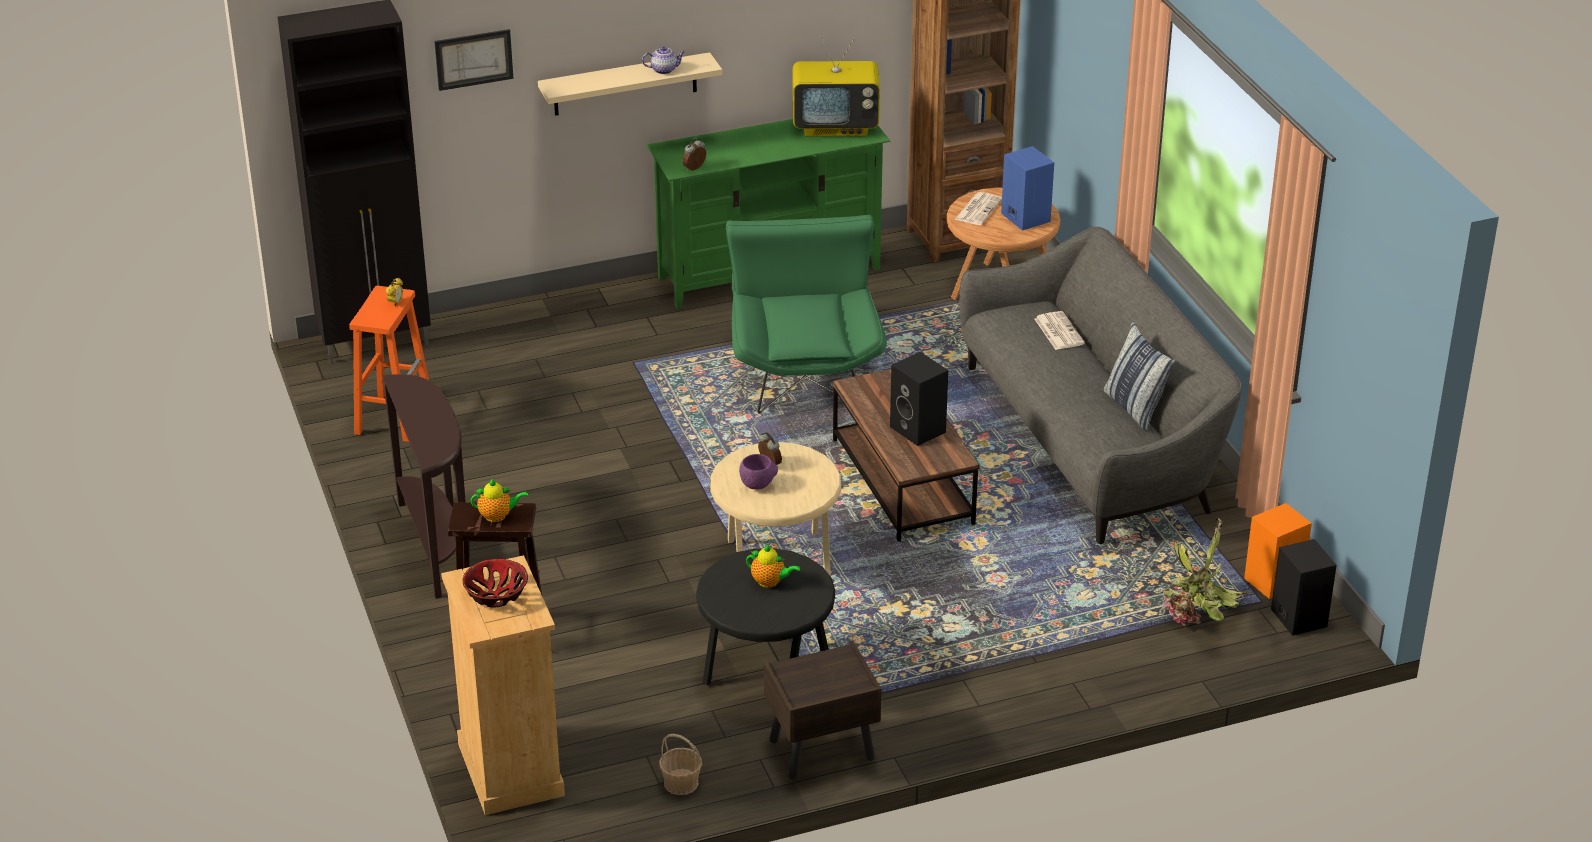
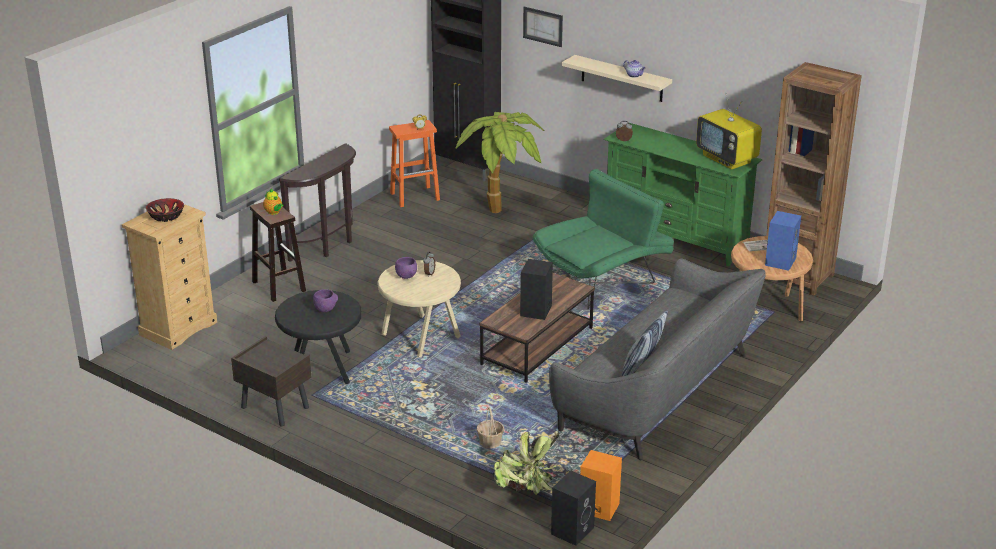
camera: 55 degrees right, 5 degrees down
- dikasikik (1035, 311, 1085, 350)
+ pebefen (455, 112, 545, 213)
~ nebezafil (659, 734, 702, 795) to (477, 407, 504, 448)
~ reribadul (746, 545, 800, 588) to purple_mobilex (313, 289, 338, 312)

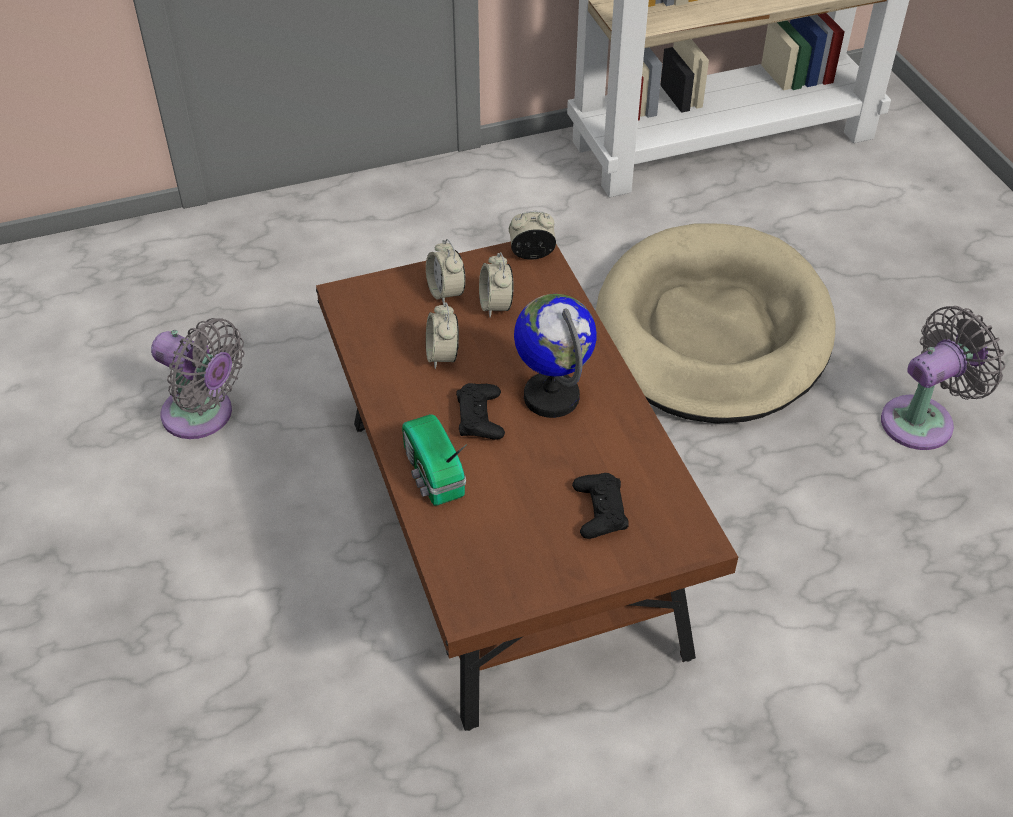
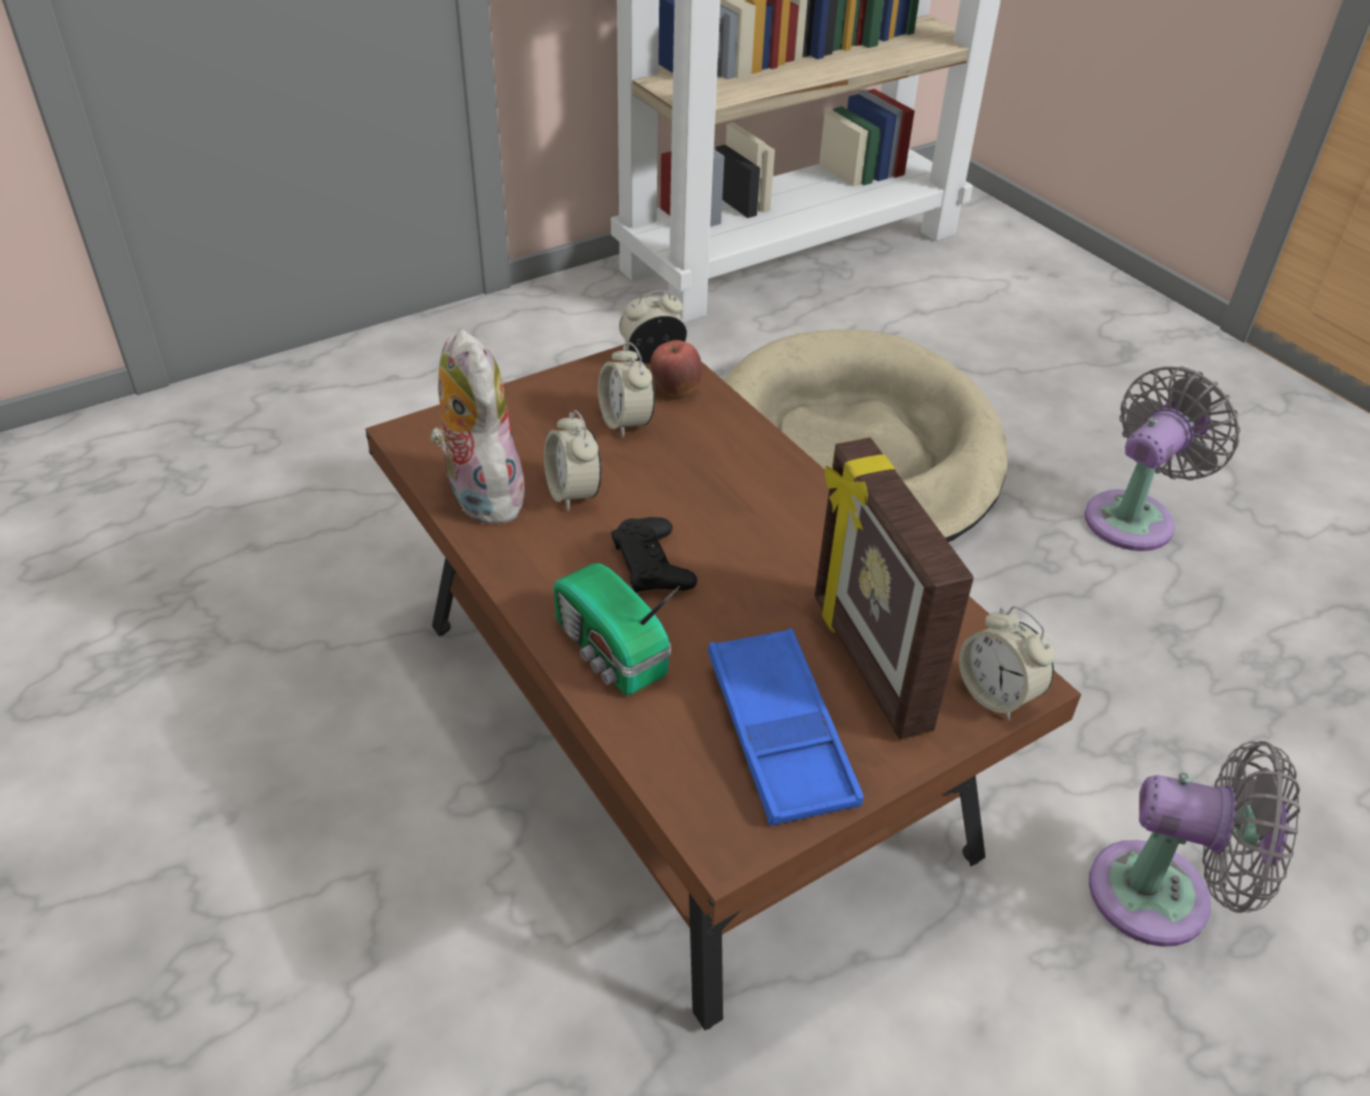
camera: 15 degrees left, 5 degrees down
- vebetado (514, 294, 597, 418)
+ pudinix (430, 329, 526, 524)
+ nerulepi (650, 340, 702, 396)
+ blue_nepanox (708, 628, 864, 826)
~ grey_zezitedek (151, 318, 244, 439) to (1089, 741, 1300, 947)
~ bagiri (426, 239, 466, 303) to (959, 606, 1055, 720)
~ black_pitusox (572, 473, 628, 539) to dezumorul (814, 437, 974, 740)

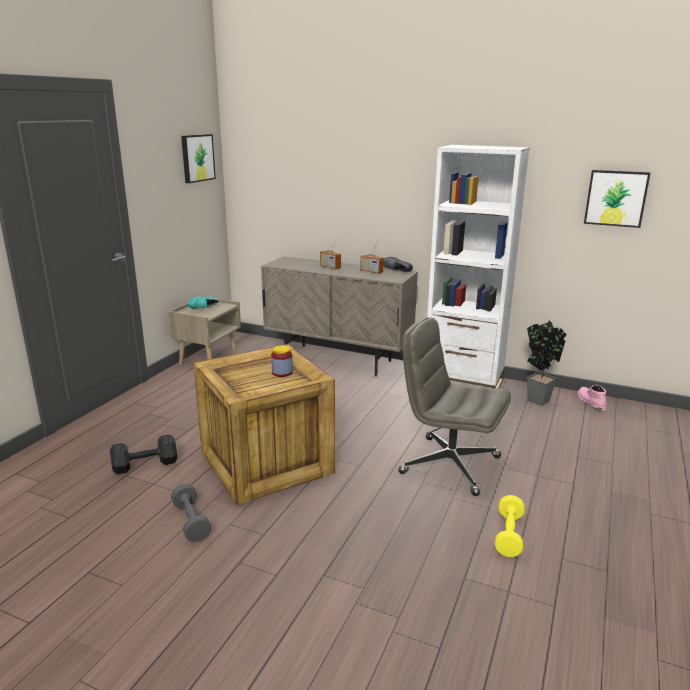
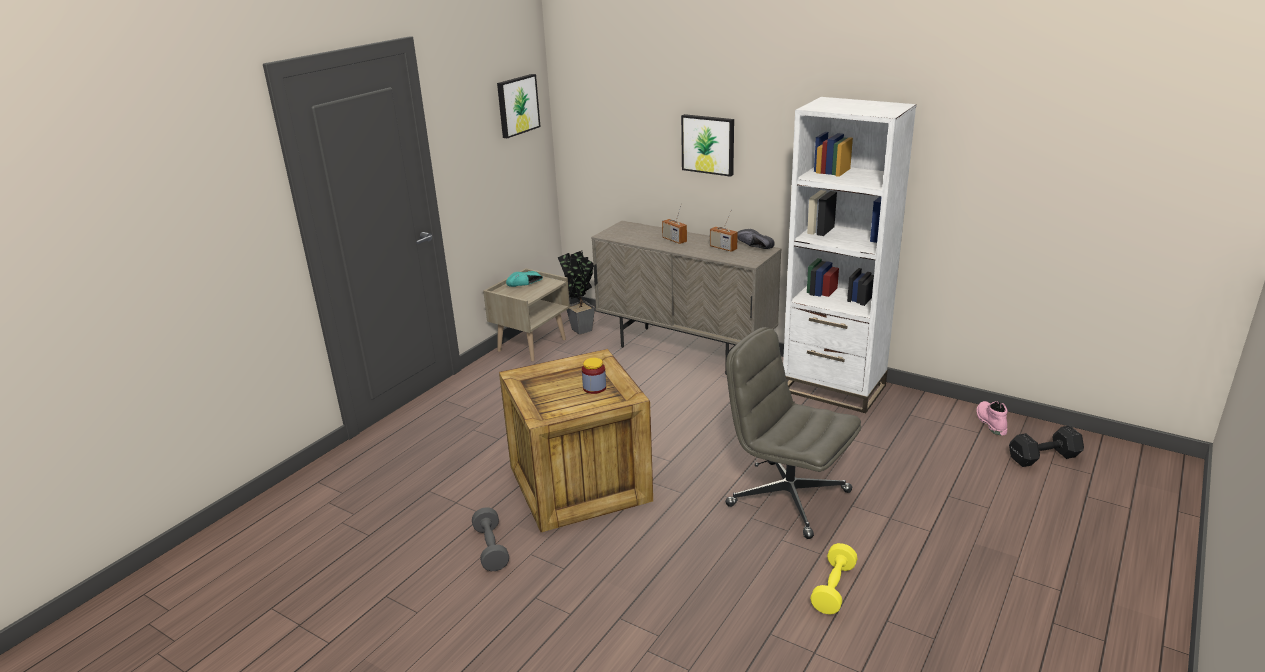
camera: 10 degrees right, 5 degrees up
~ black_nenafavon (110, 435, 177, 474) to (1009, 425, 1084, 467)
~ pebefen (527, 320, 567, 406) to (558, 251, 595, 335)
~ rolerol (584, 170, 650, 228) to (681, 114, 734, 177)

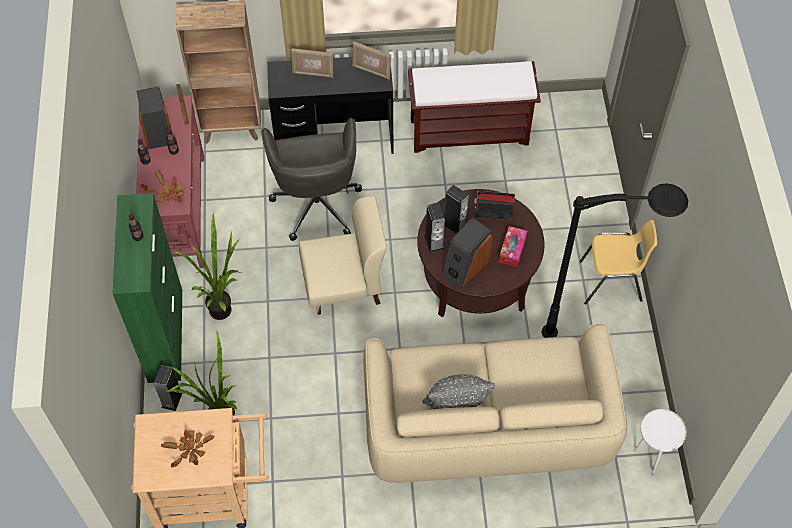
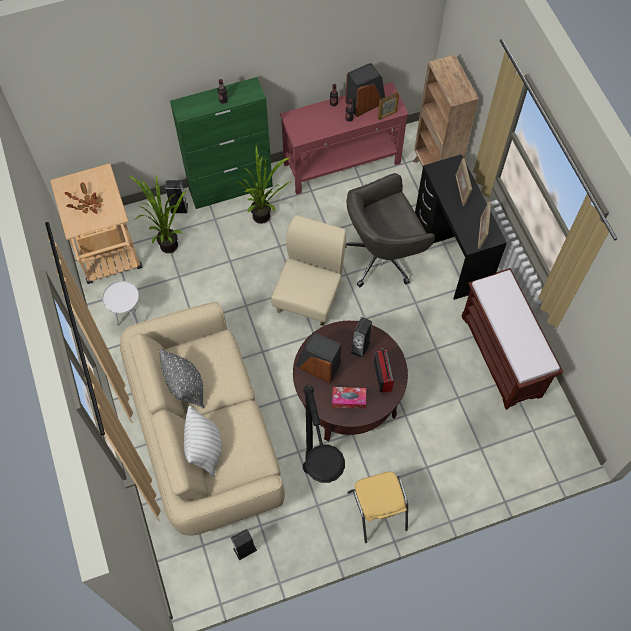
camera: 75 degrees right, 5 degrees up
- pebefen (140, 171, 185, 205)
+ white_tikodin (184, 406, 221, 477)
~ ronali (424, 203, 445, 253) to (231, 529, 257, 561)
~ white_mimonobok (634, 409, 687, 474) to (102, 281, 139, 326)
~ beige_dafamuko (299, 196, 387, 315) = (271, 215, 346, 326) 135 degrees counterclockwise

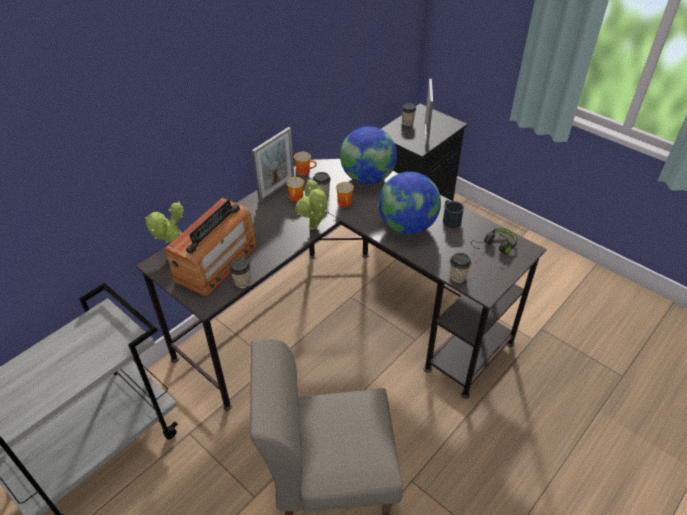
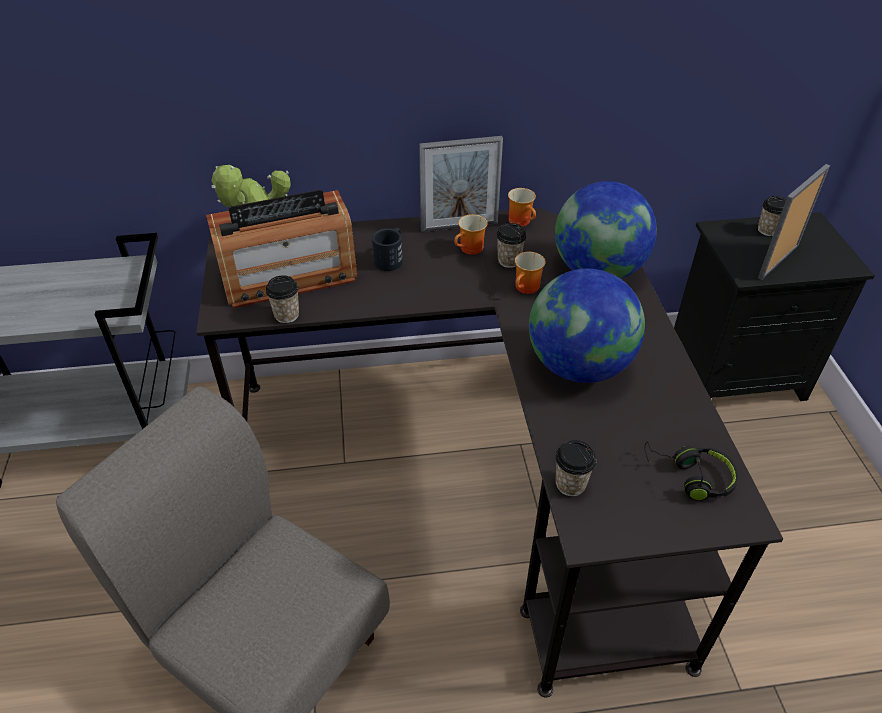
camera: 40 degrees right, 0 degrees up
- pebefen (295, 179, 327, 230)
~ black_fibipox (443, 200, 464, 228) to (372, 228, 403, 271)

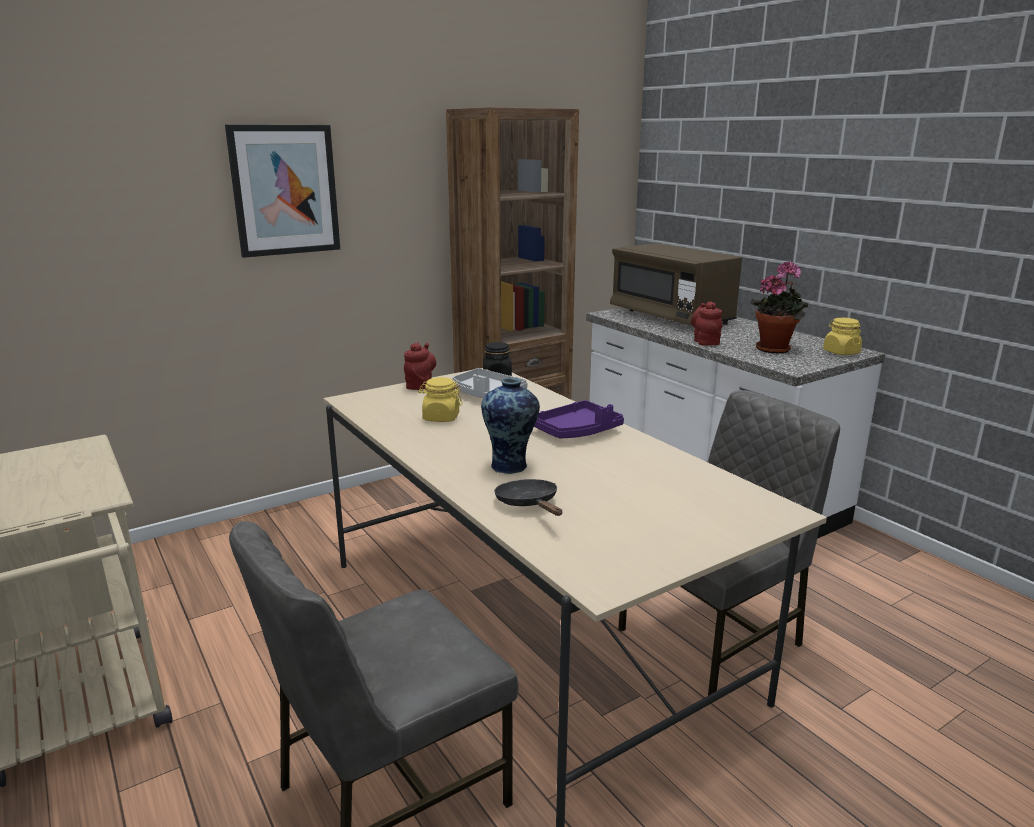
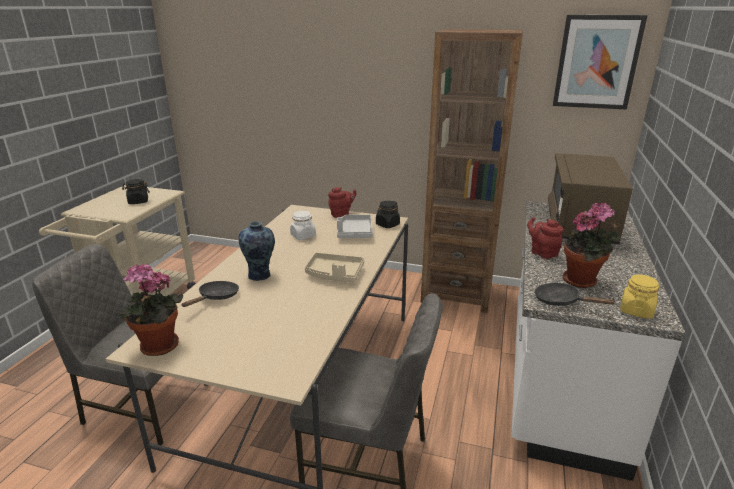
camera: 50 degrees right, 5 degrees up
+ pebefen (117, 264, 183, 356)
+ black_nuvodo (122, 179, 150, 204)
+ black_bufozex (534, 283, 616, 306)
~ rolerol (225, 124, 340, 258) to (553, 15, 648, 110)
~ yellow_nuvodo (418, 377, 462, 422) to white_nuvodo (290, 211, 316, 240)
~ purple_nepanox (534, 400, 624, 438) to beige_nepanox (305, 253, 364, 282)
~ red_reribadul (691, 301, 722, 346) = (527, 217, 564, 259) 75 degrees counterclockwise

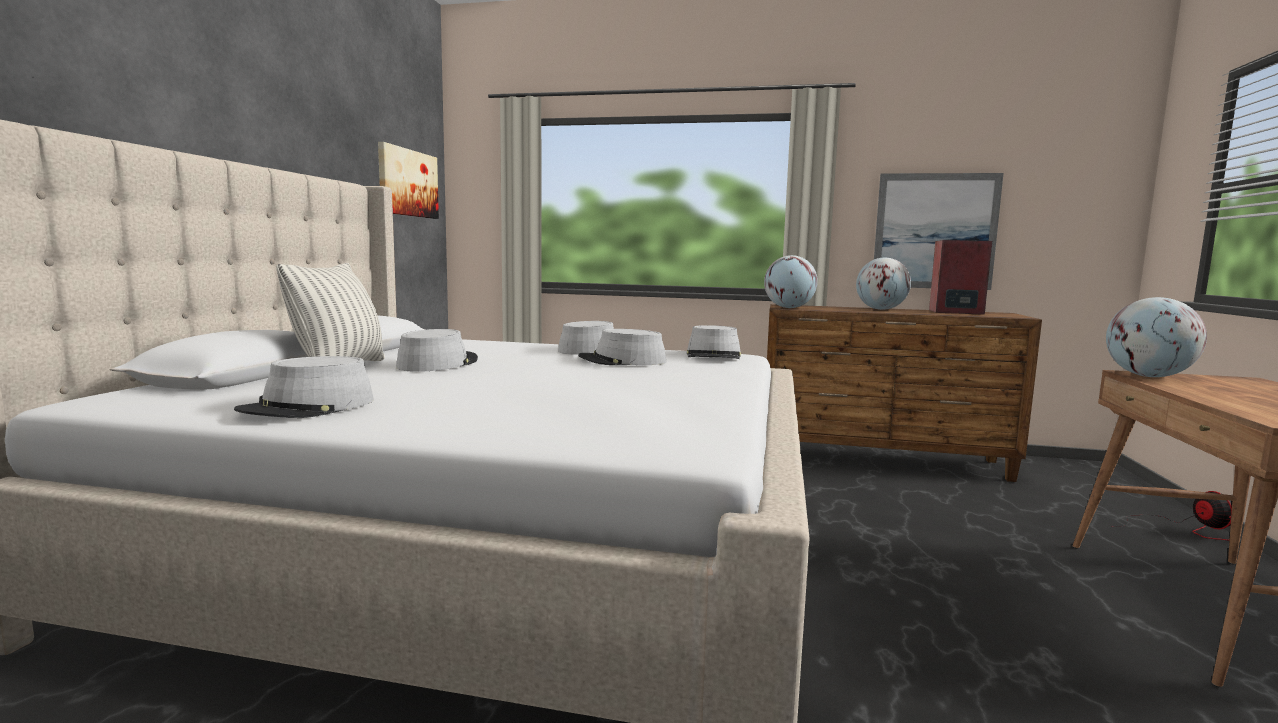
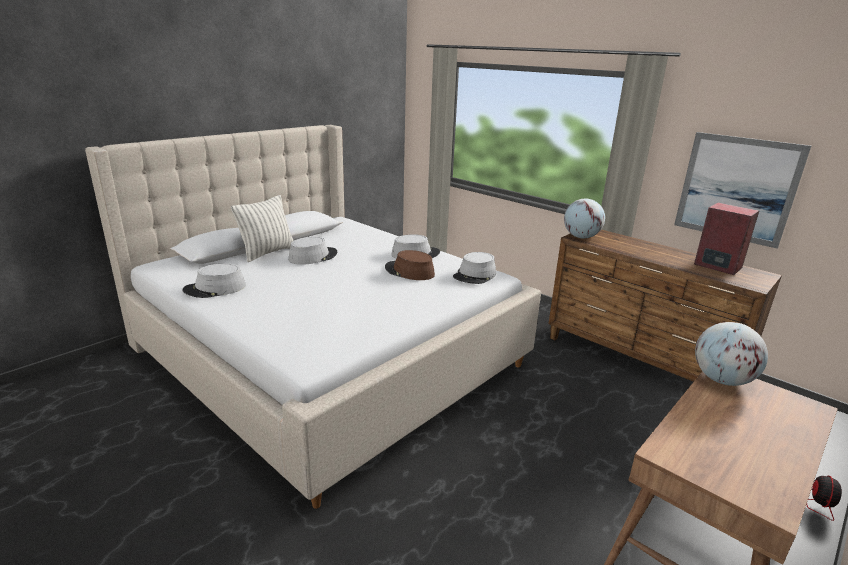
camera: 30 degrees right, 15 degrees up
- rolerol (378, 142, 439, 219)
- vebetado (856, 257, 911, 310)
~ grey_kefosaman (578, 329, 666, 365) to brown_kefosaman (385, 250, 435, 280)

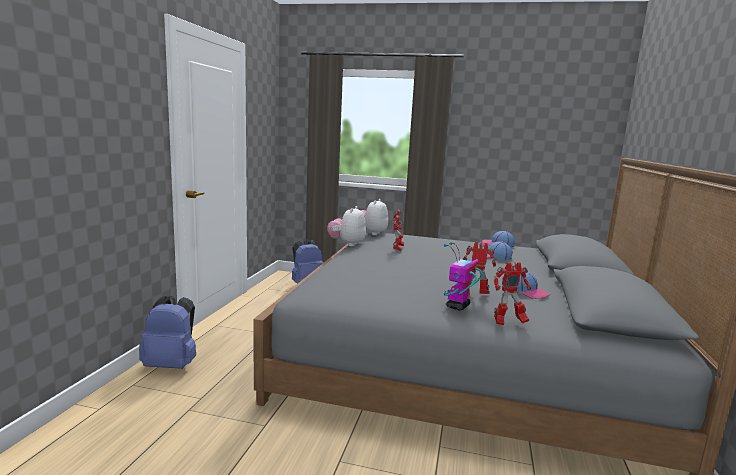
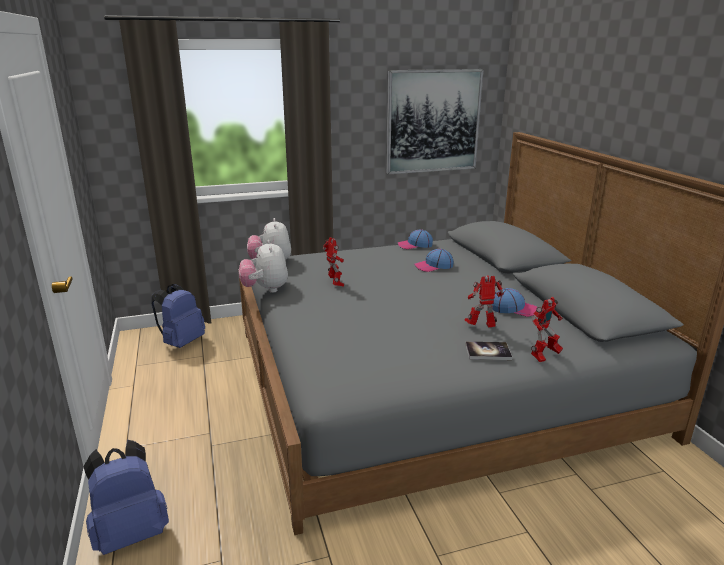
camera: 30 degrees left, 10 degrees up
+ rolerol (386, 69, 484, 174)
~ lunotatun (444, 242, 482, 310) to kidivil (465, 342, 512, 360)

